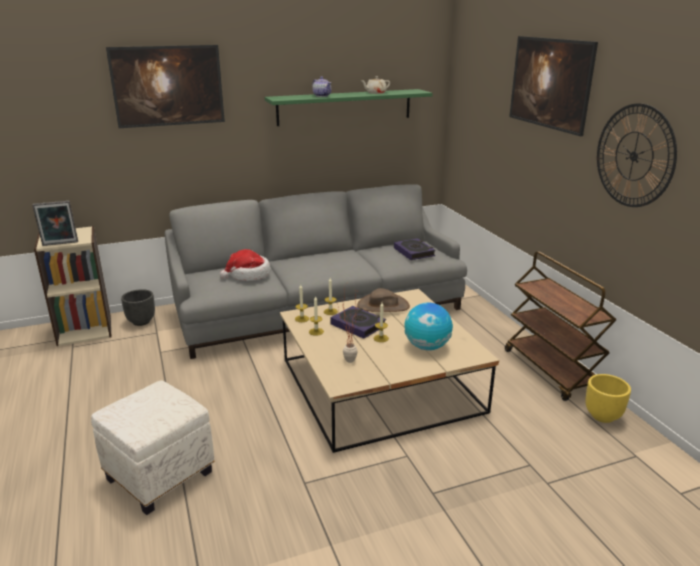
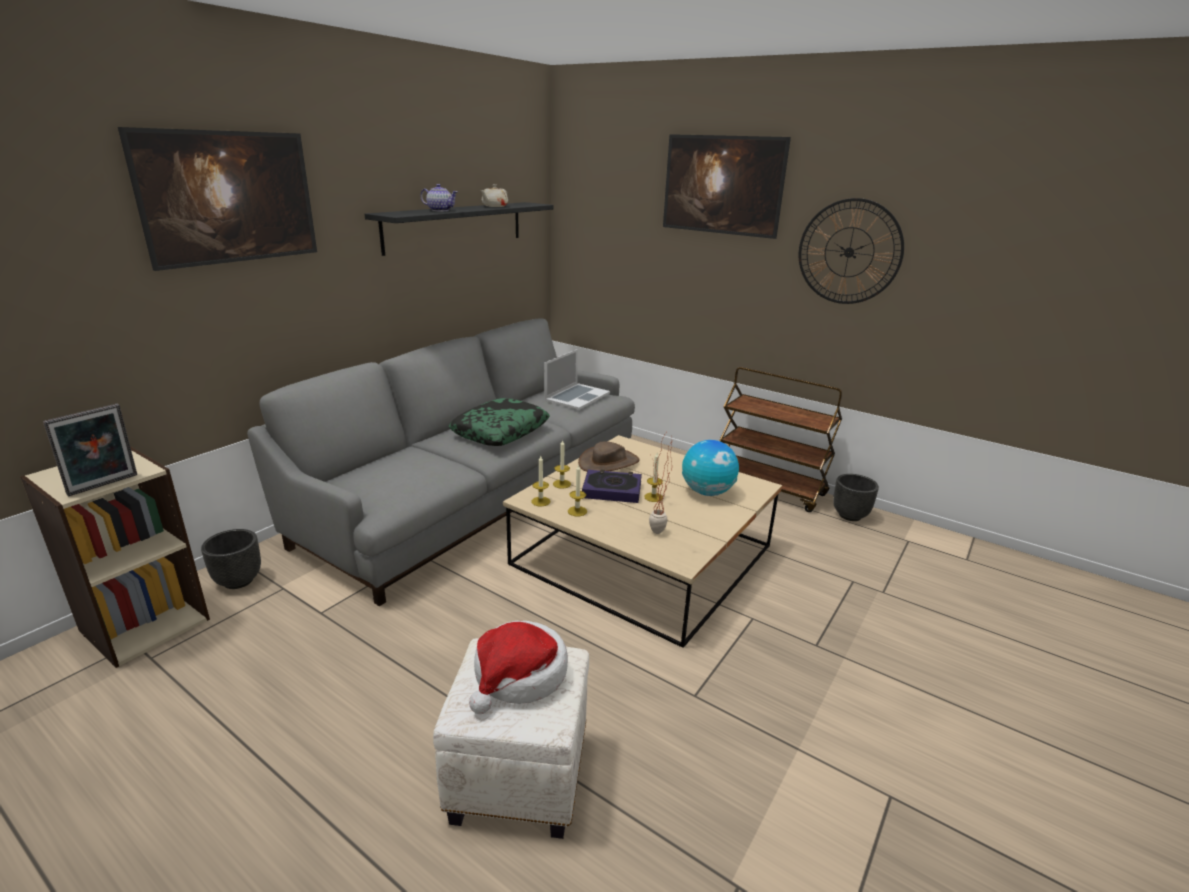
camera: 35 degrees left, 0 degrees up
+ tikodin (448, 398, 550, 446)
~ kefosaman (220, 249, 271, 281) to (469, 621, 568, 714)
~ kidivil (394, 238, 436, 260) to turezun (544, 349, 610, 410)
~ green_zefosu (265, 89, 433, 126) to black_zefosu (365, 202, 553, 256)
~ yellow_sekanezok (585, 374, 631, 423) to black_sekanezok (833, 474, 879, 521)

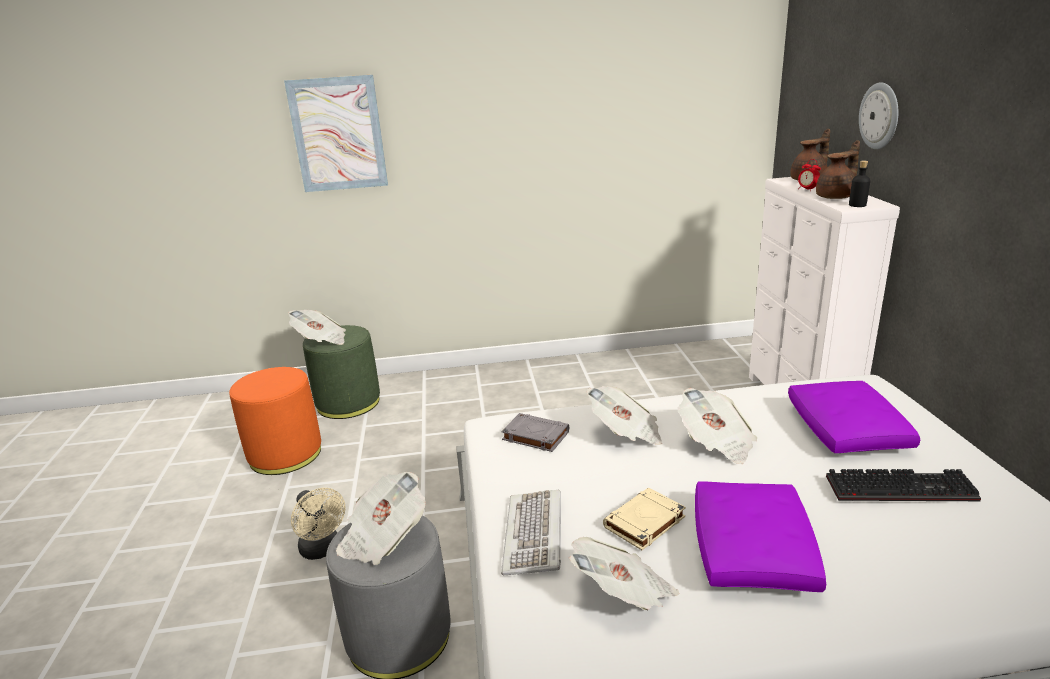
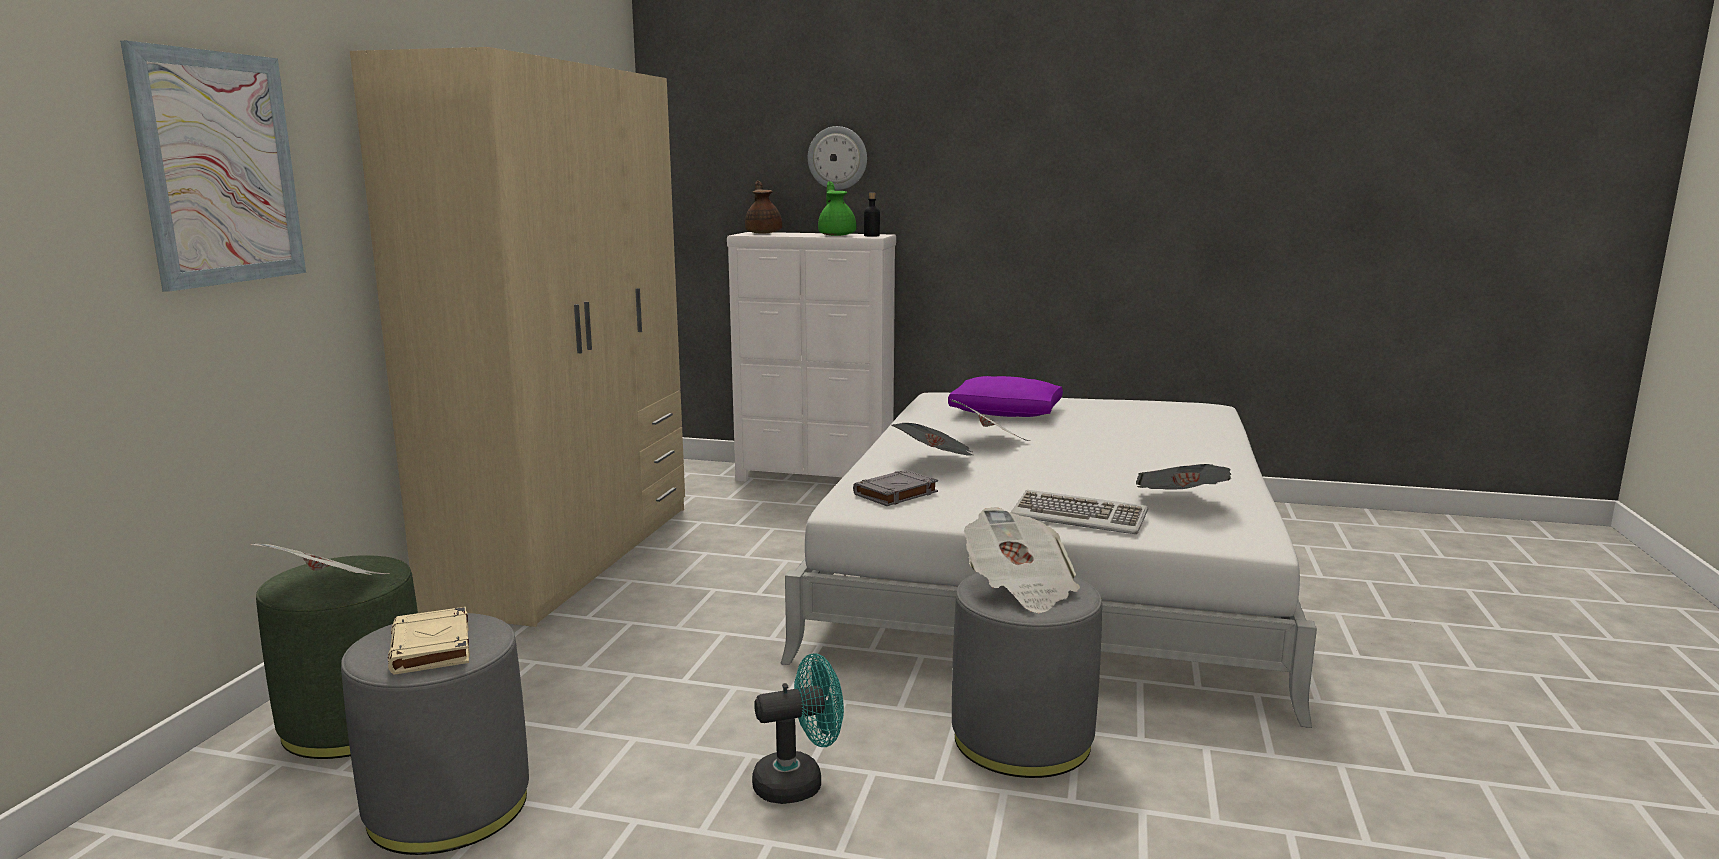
camera: 70 degrees left, 10 degrees down
- purple_tikodin (695, 481, 826, 592)
- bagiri (798, 159, 821, 190)
- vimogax (826, 469, 981, 502)
+ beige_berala (350, 47, 685, 627)
~ beige_kidivil (603, 487, 686, 550) to (388, 607, 470, 674)
~ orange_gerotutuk (229, 367, 321, 475) to grey_gerotutuk (341, 613, 529, 855)
~ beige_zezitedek (291, 488, 346, 560) to turquoise_zezitedek (752, 653, 844, 804)
~ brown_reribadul (816, 140, 860, 199) to green_reribadul (818, 181, 856, 236)

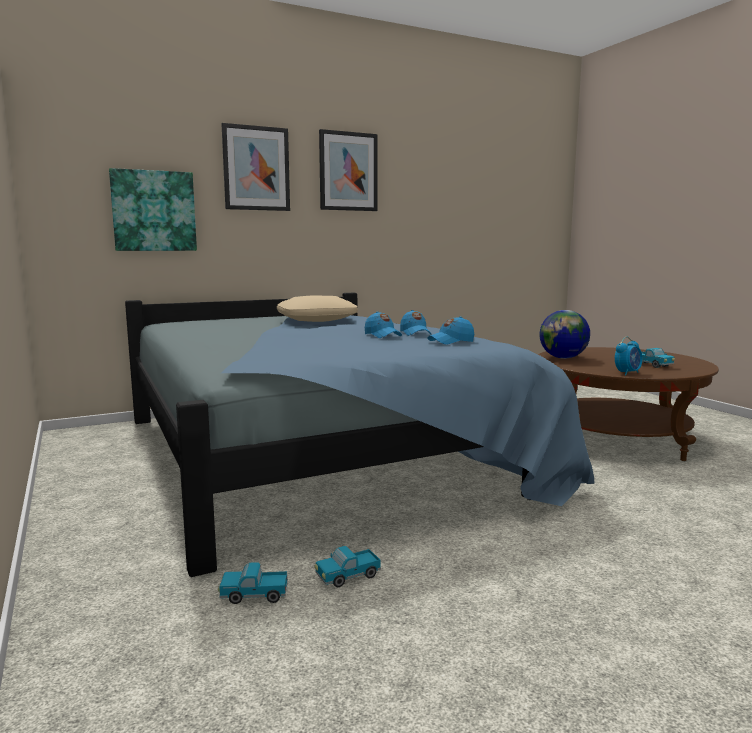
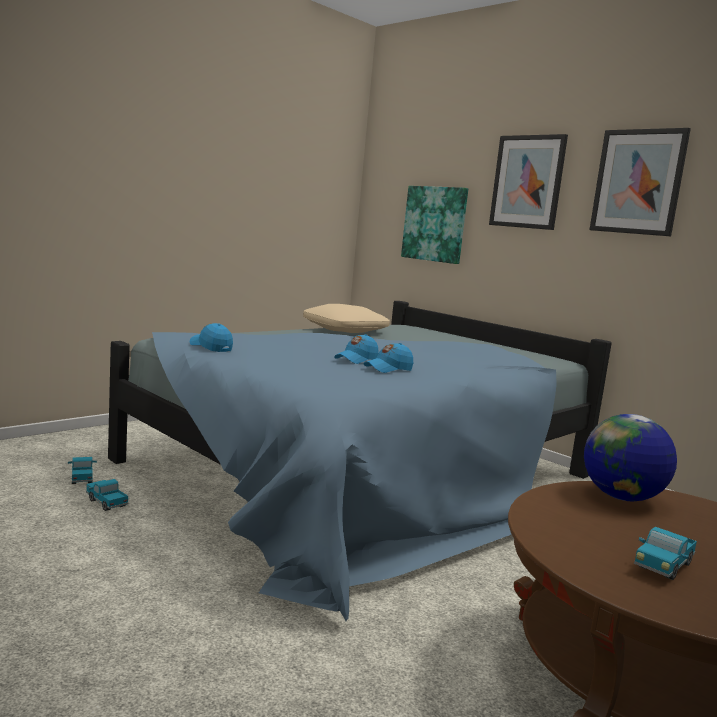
camera: 70 degrees right, 0 degrees up
- bagiri (615, 337, 642, 376)
~ beige_tikodin (277, 295, 358, 322) to (303, 304, 390, 333)
~ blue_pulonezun (427, 317, 474, 345) to (190, 323, 233, 352)

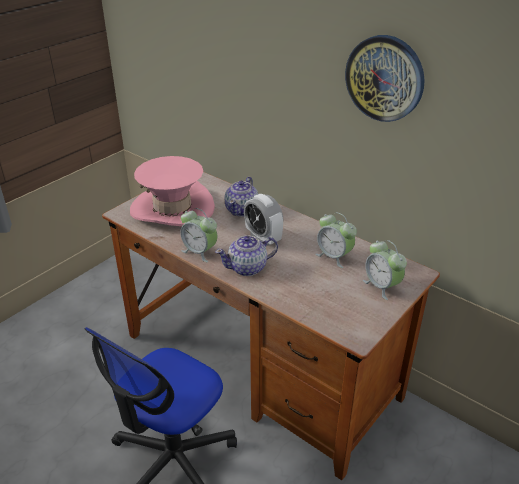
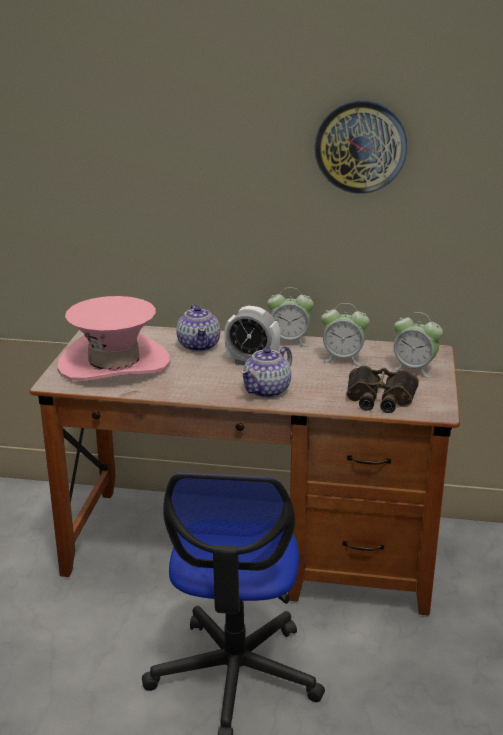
camera: 30 degrees left, 10 degrees down
+ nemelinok (347, 366, 419, 413)
~ bagiri (180, 208, 217, 262) to (267, 287, 314, 347)

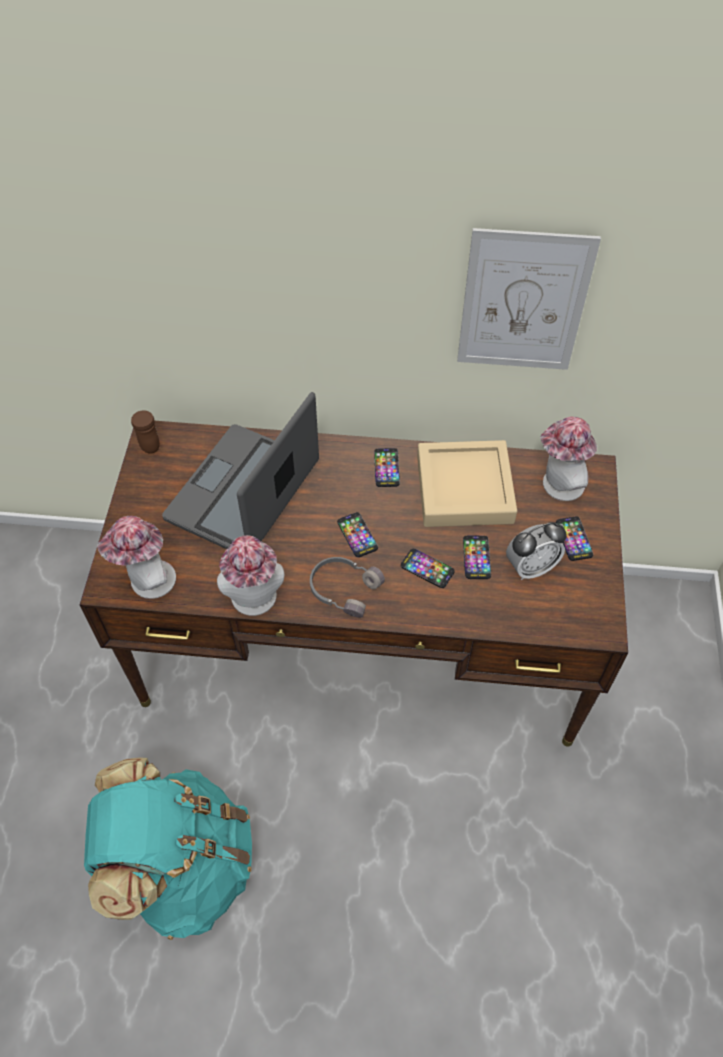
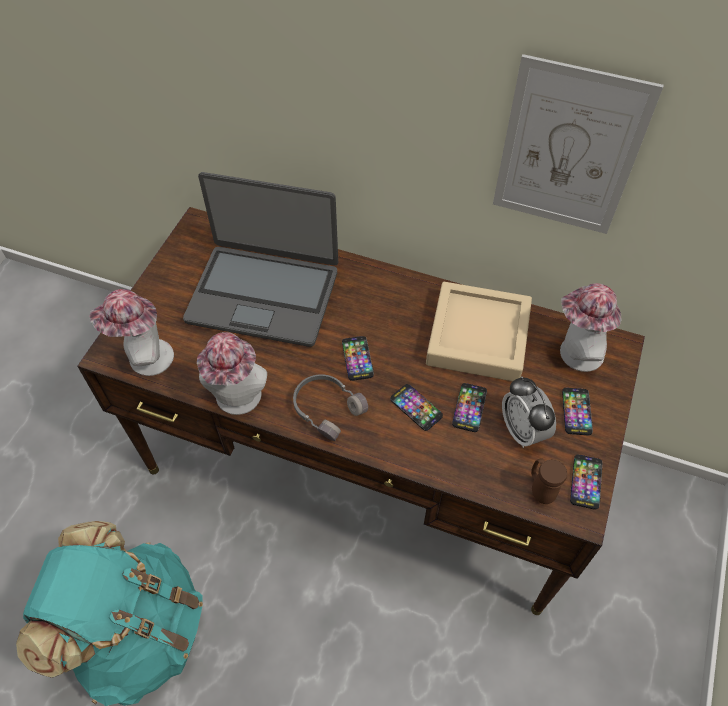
camera: 15 degrees right, 0 degrees up
~ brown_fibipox (131, 410, 160, 454) to (531, 458, 567, 504)
~ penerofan (374, 448, 400, 487) to (570, 455, 602, 510)
~ turezun (162, 392, 319, 549) = (183, 172, 338, 347) 120 degrees counterclockwise
~ bagiri (506, 522, 567, 580) = (502, 376, 556, 448) 75 degrees clockwise

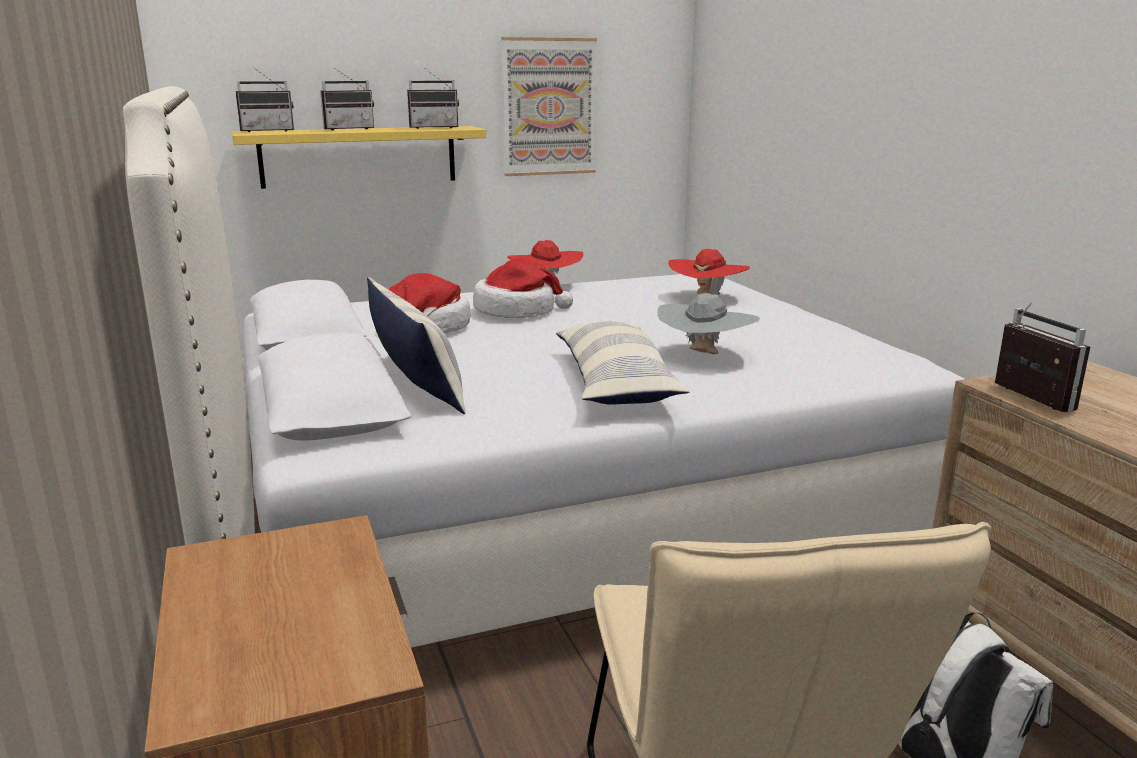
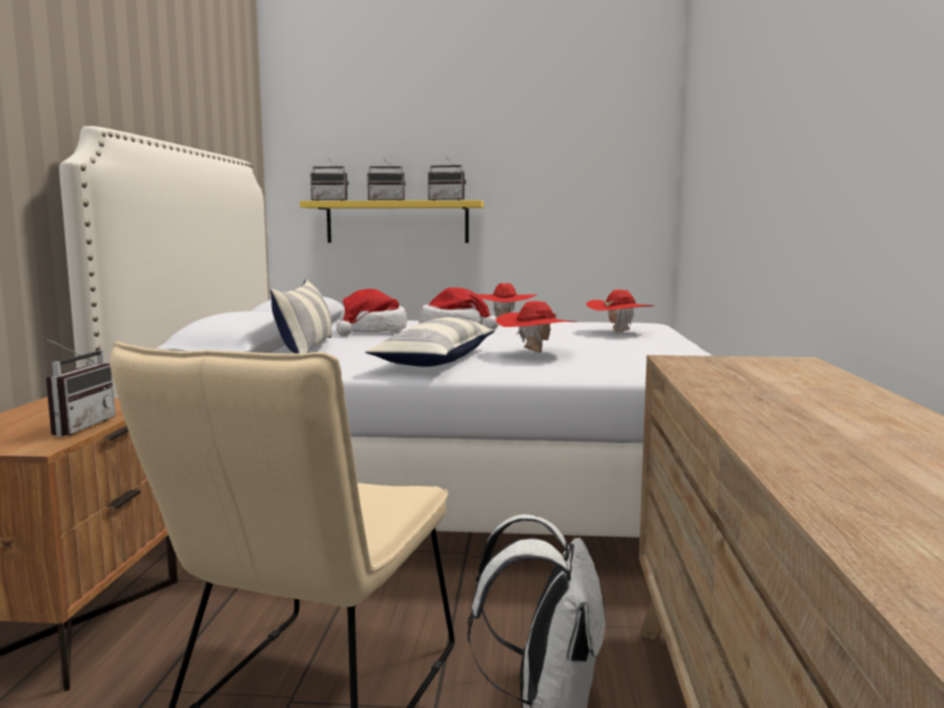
camera: 25 degrees right, 10 degrees down
- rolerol (501, 37, 597, 176)
~ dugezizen (995, 302, 1090, 413) to (43, 337, 116, 437)
~ grey_kefosaman (657, 293, 760, 354) to red_kefosaman (495, 301, 576, 353)

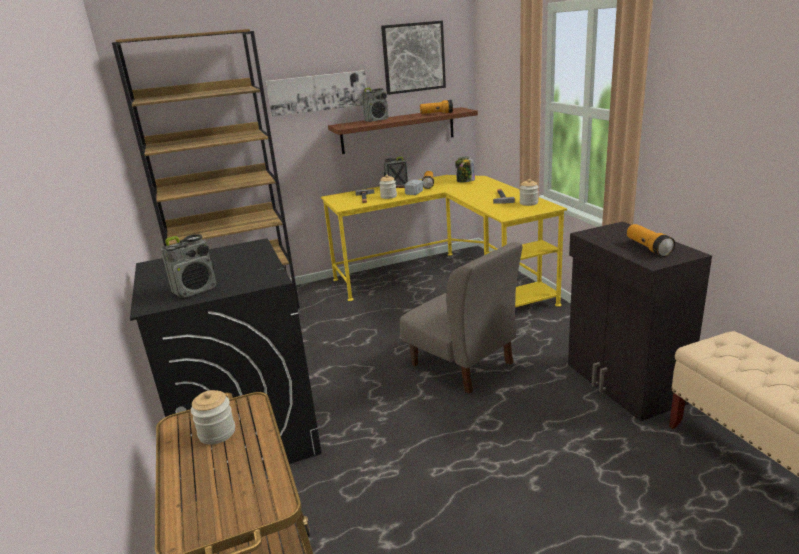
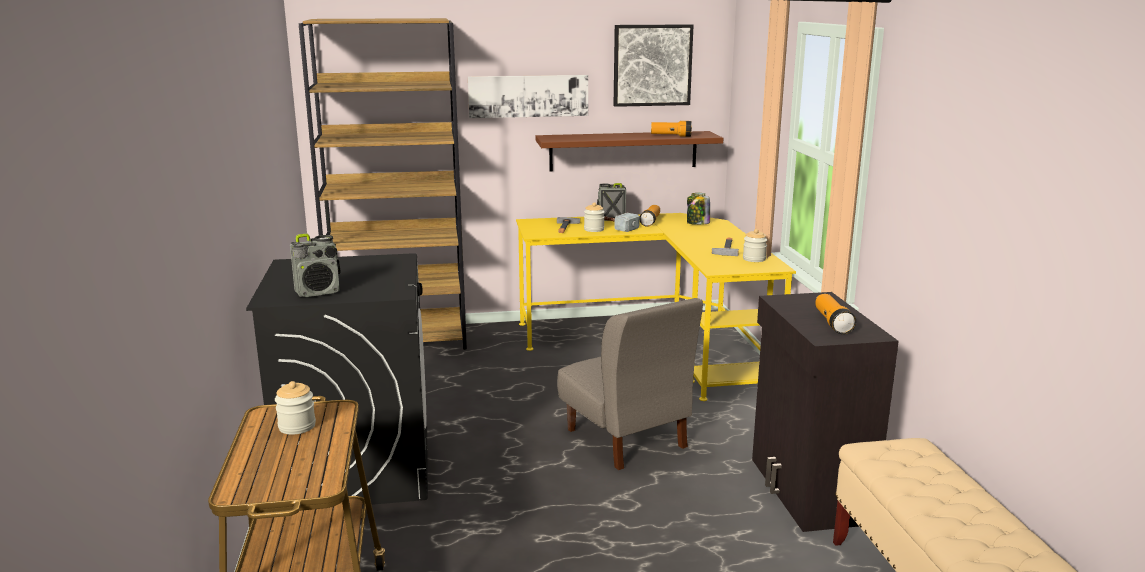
camera: 10 degrees right, 5 degrees down
- dugezizen (361, 88, 389, 122)

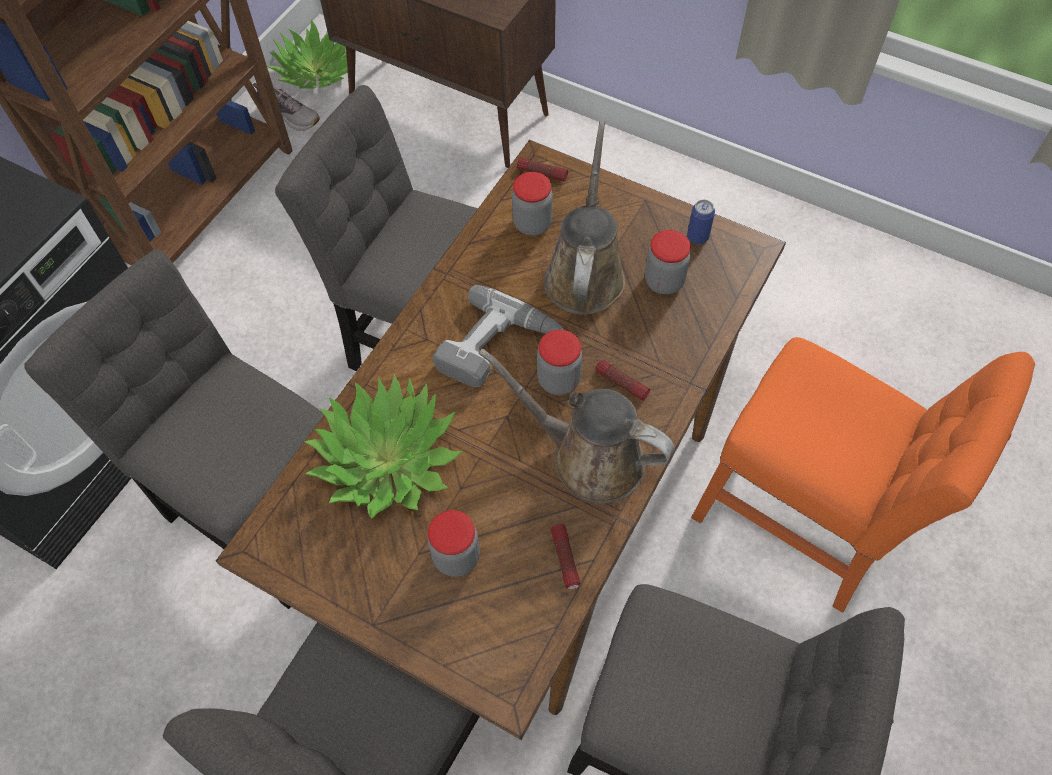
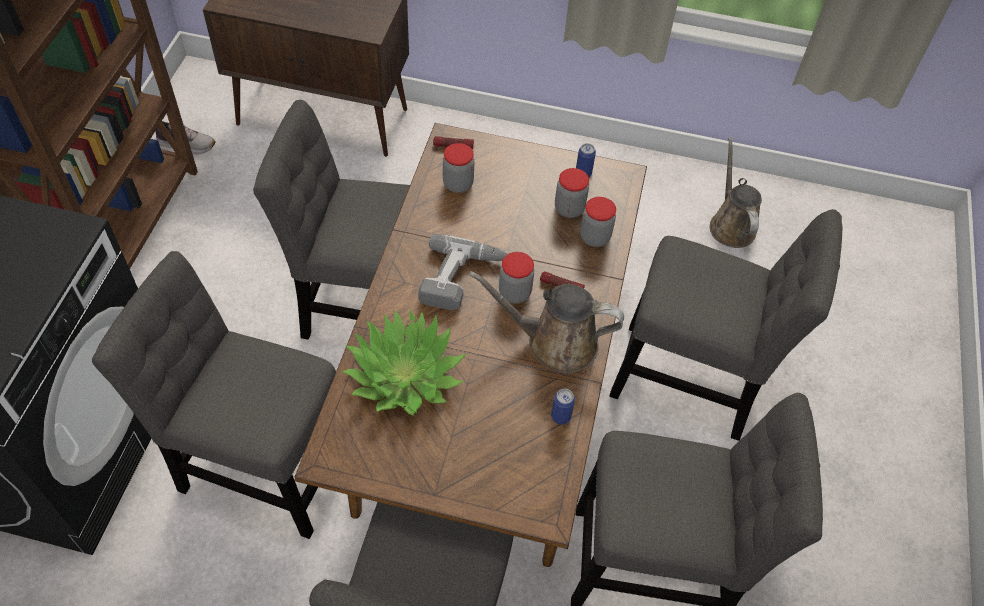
camera: 20 degrees left, 5 degrees down
- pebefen (267, 19, 356, 89)
~ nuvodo (428, 510, 480, 577) to (580, 197, 616, 247)
~ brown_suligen (543, 120, 625, 315) to (710, 137, 762, 248)
~ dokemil (551, 524, 580, 589) to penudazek (551, 389, 575, 424)
~ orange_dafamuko (691, 337, 1035, 613) to grey_dafamuko (609, 209, 842, 441)

